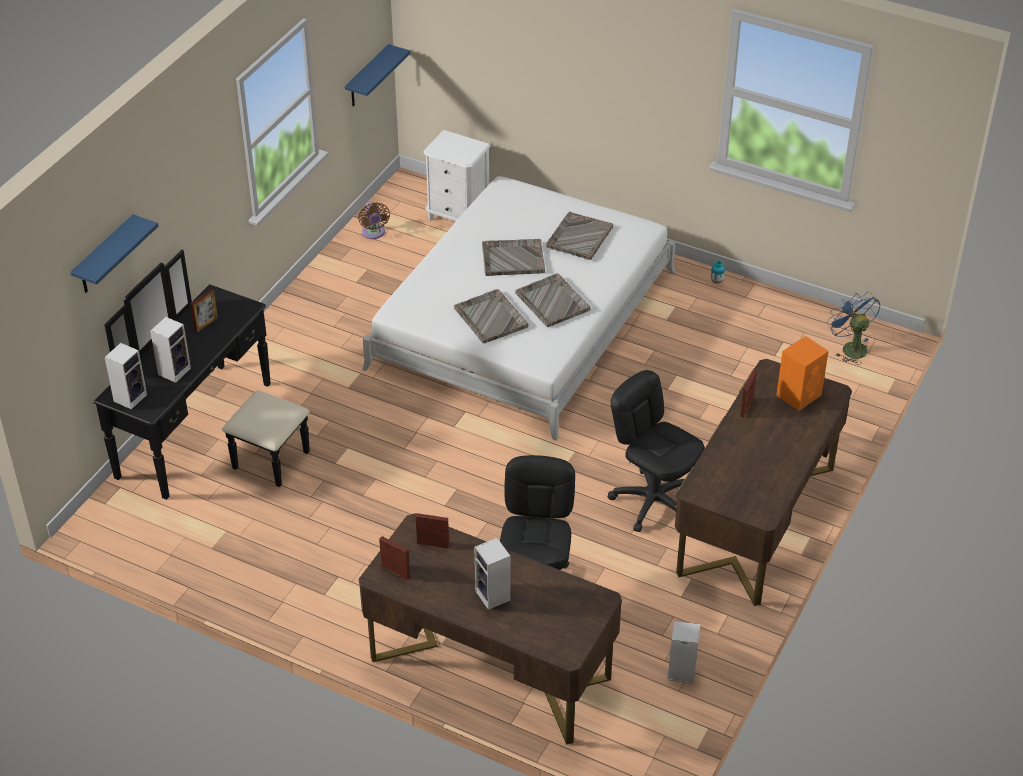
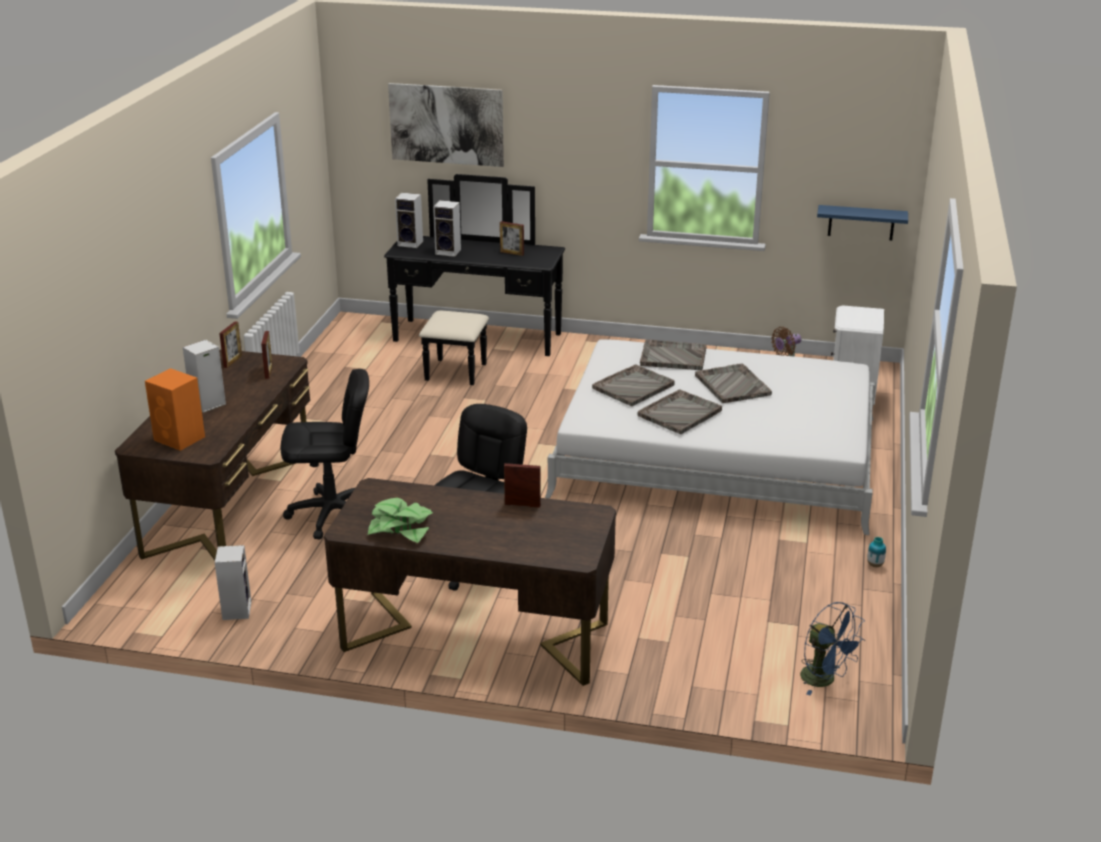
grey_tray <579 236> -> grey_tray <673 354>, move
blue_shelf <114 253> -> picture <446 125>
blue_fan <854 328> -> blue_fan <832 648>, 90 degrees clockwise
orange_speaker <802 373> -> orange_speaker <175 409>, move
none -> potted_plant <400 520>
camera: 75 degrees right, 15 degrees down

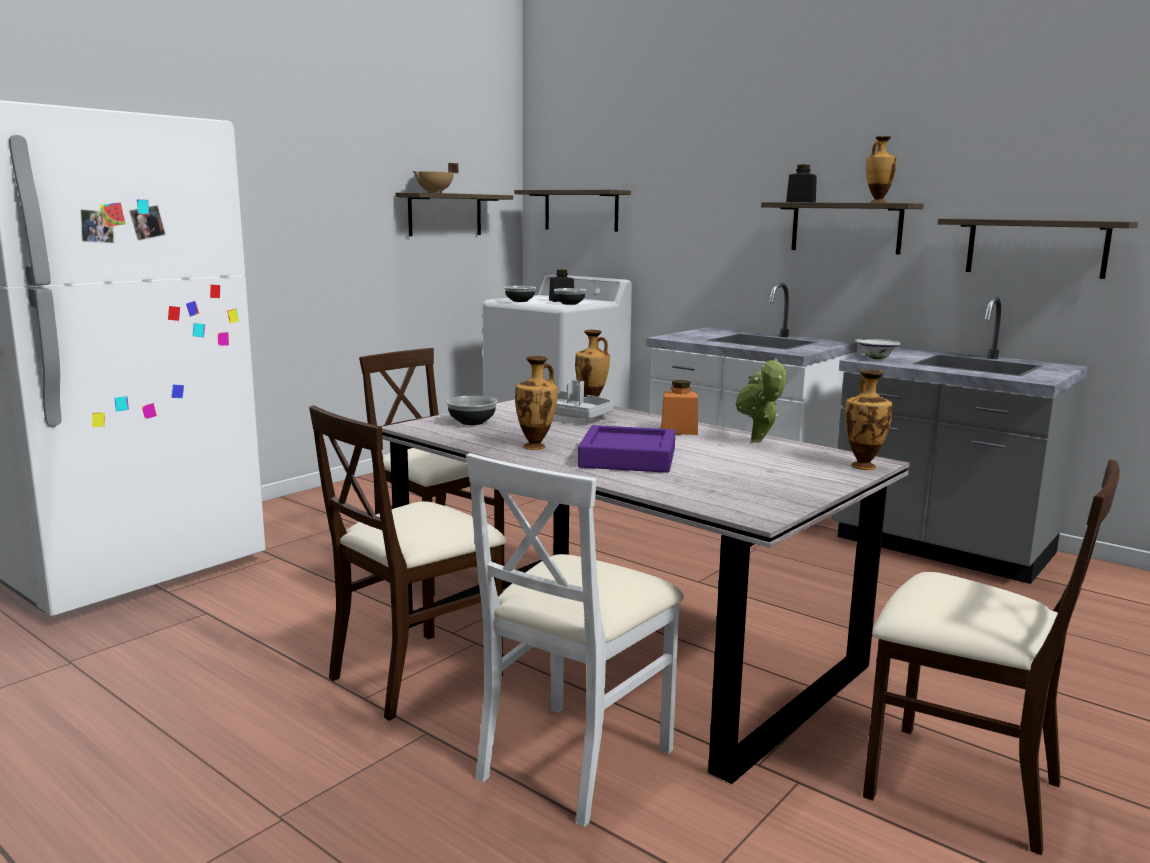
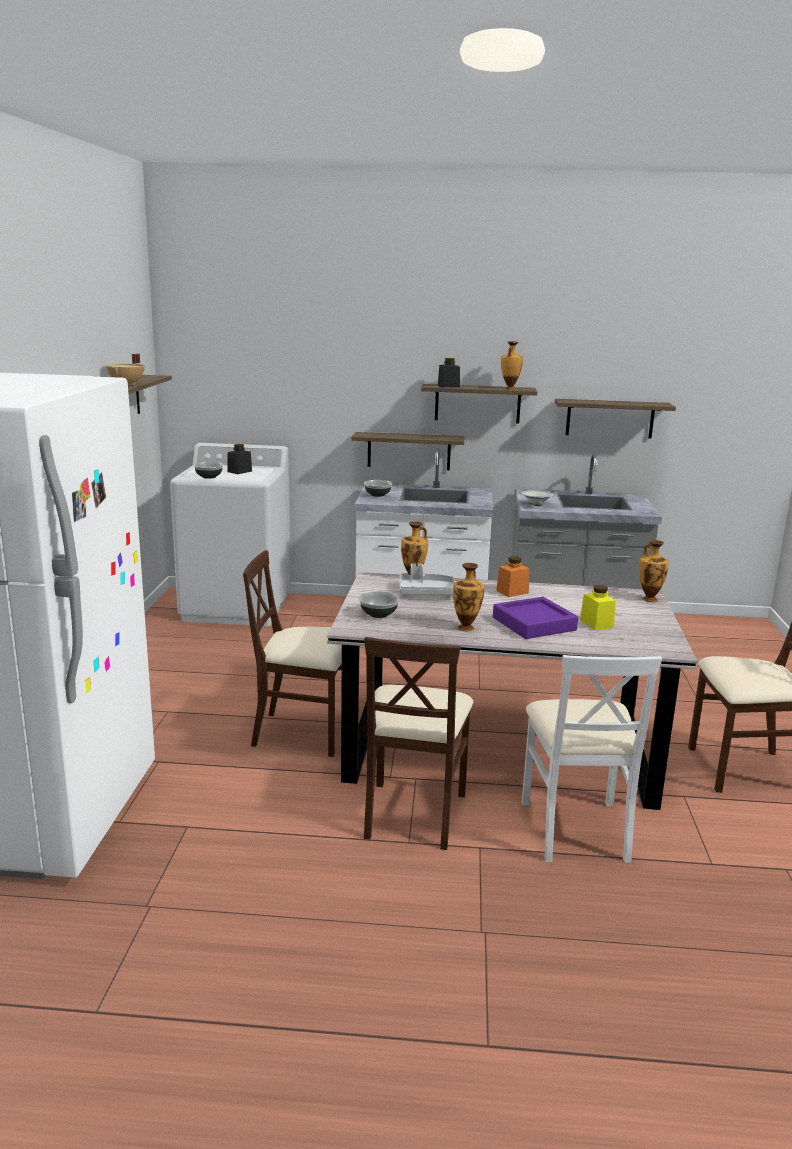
shelf <572 211> -> shelf <407 451>, move
bowl <570 296> -> bowl <378 488>, move
potted_plant <761 400> -> none
none -> yellow_jar <598 607>
camera: 35 degrees left, 5 degrees up

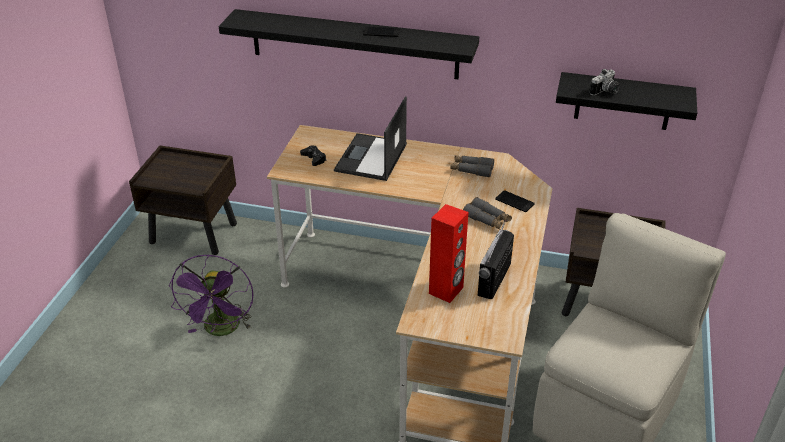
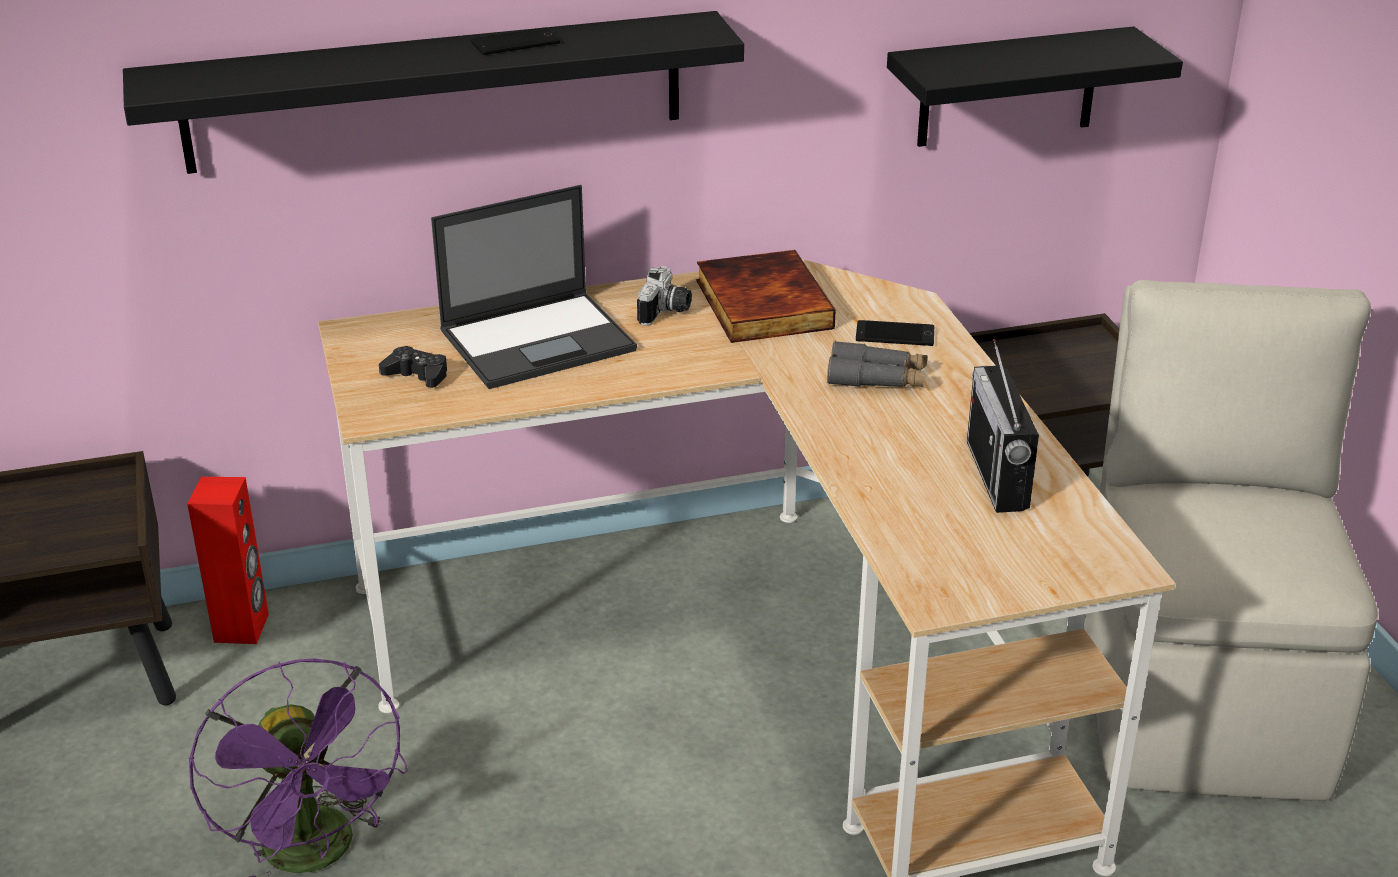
photo_camera <604 82> -> photo_camera <664 296>, move
laptop <370 138> -> laptop <534 287>, 105 degrees counterclockwise
grey_binoculars <472 166> -> book <766 296>
red_speaker <448 253> -> red_speaker <228 560>, move
camera: 30 degrees left, 5 degrees down

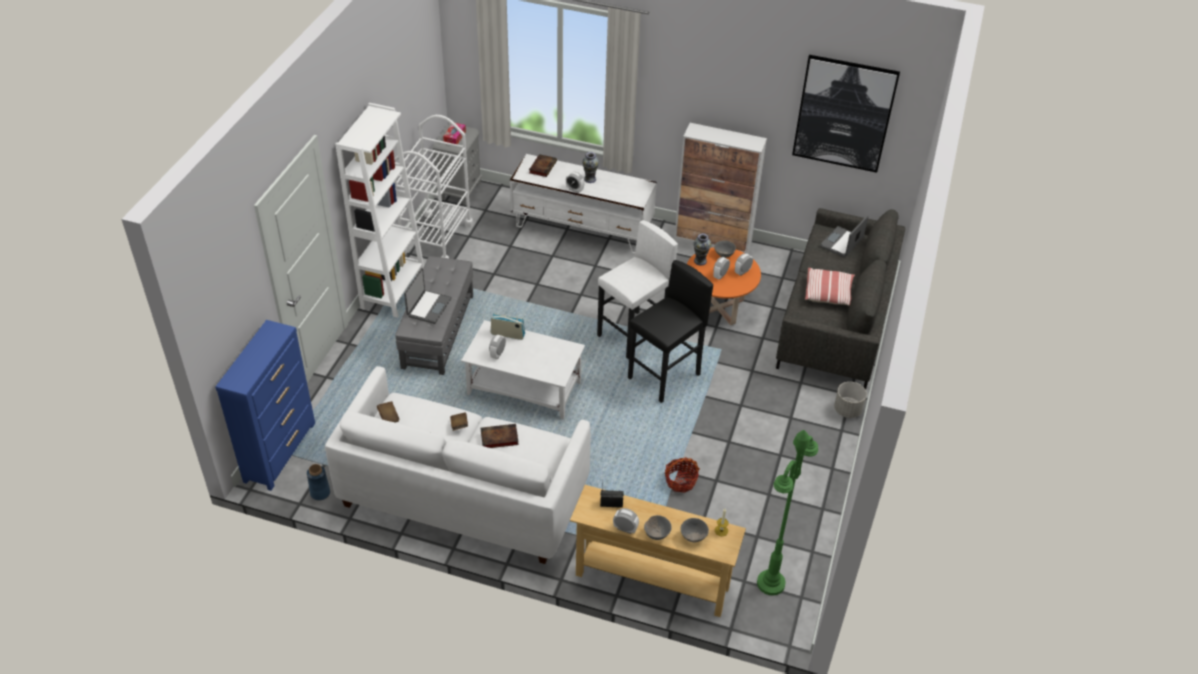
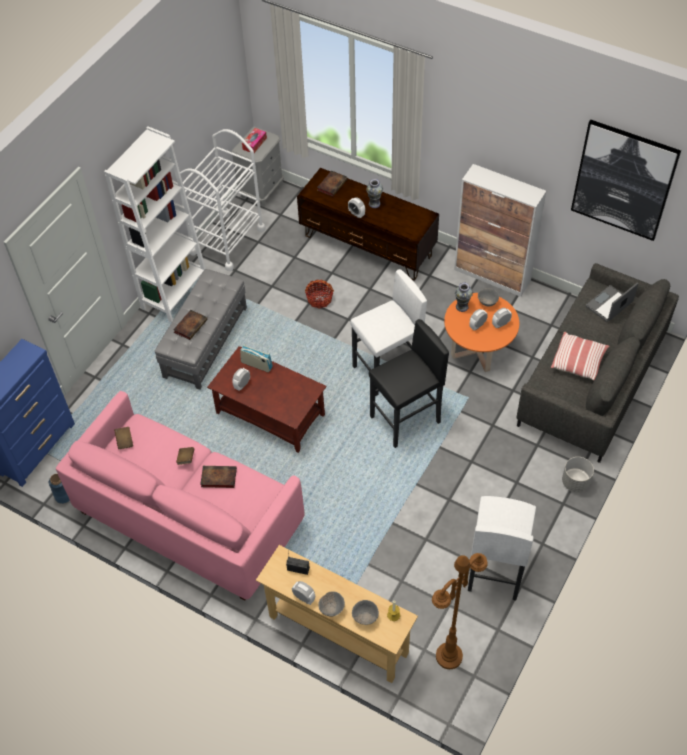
white_tv_stand <583 204> -> brown_tv_stand <368 224>
laptop <428 296> -> book <190 325>
white_coffee_table <523 370> -> brown_coffee_table <266 399>
white_sofa <458 465> -> pink_sofa <180 496>
green_floor_lamp <787 512> -> brown_floor_lamp <460 611>
basket <682 475> -> basket <319 293>, move
none -> white_stool <502 548>
camera: 15 degrees right, 10 degrees up

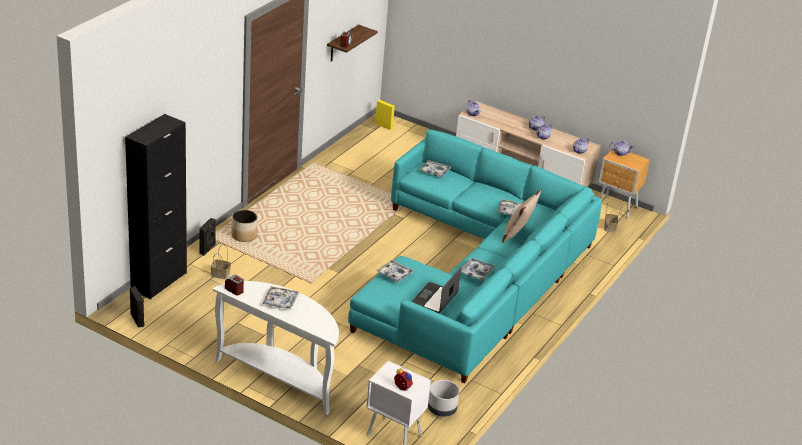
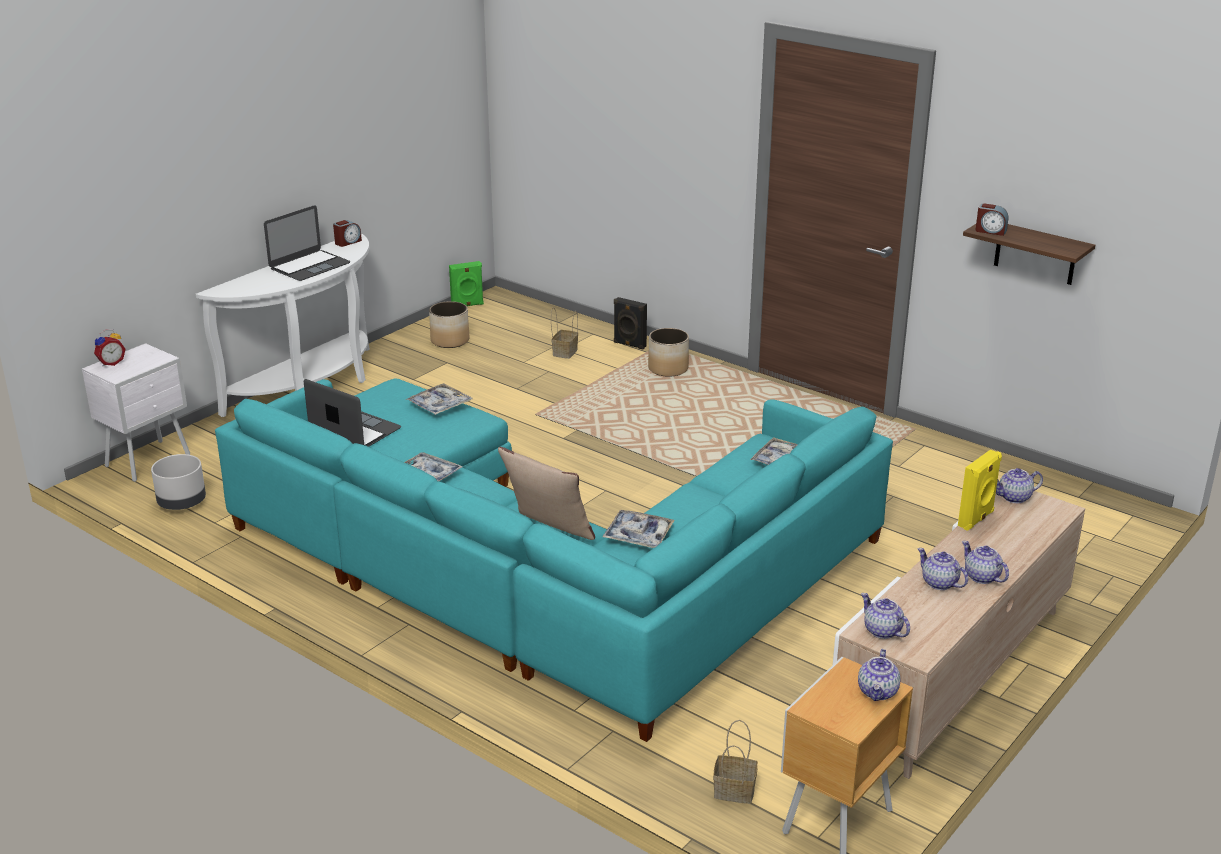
yellow_speaker <385 114> -> yellow_speaker <980 490>, move
black_cabinet <156 207> -> none
black_speaker <137 307> -> green_speaker <466 283>
tray <281 298> -> laptop <307 243>
none -> planter <449 324>
camera: 100 degrees right, 5 degrees down

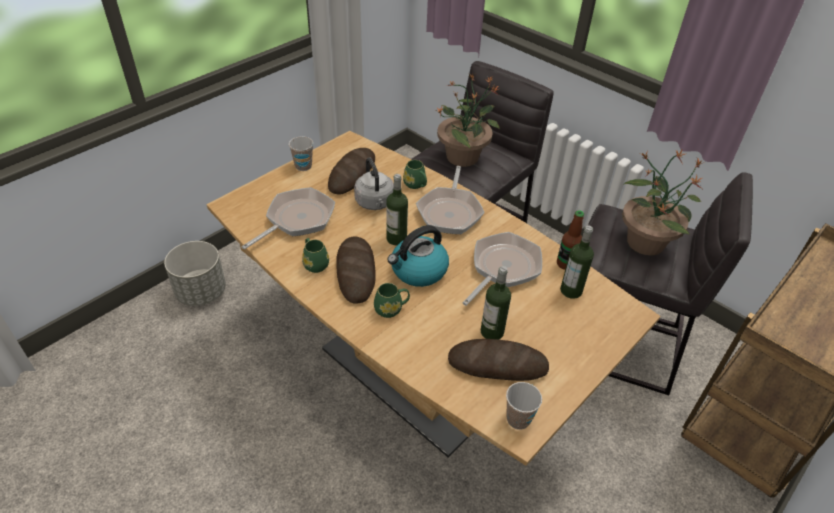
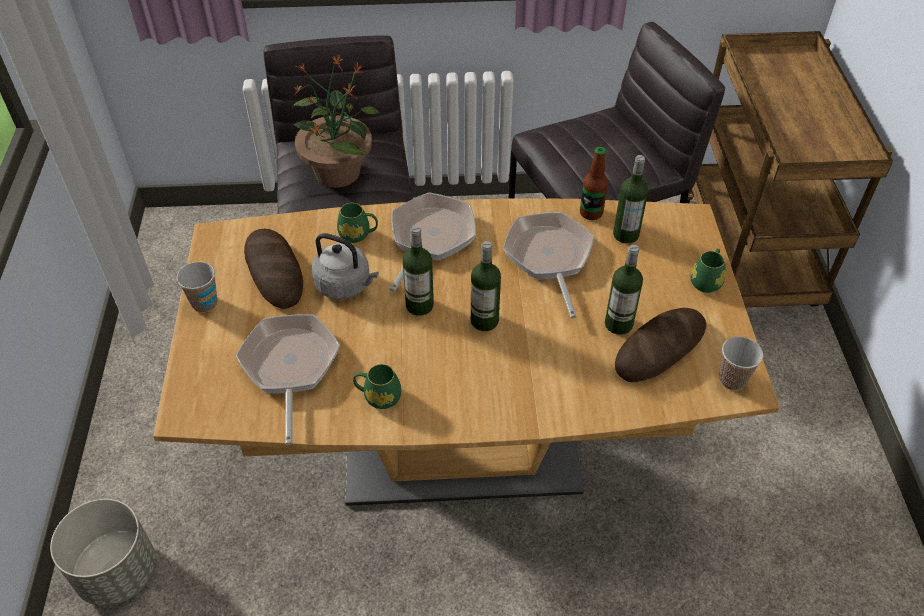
potted_plant <662 203> -> none
frying_pan <450 200> -> frying_pan <432 242>, 120 degrees counterclockwise
kettle <418 256> -> bottle <486 286>
bread <356 270> -> none
green_mug <392 300> -> green_mug <708 271>, move
camera: 45 degrees left, 5 degrees up

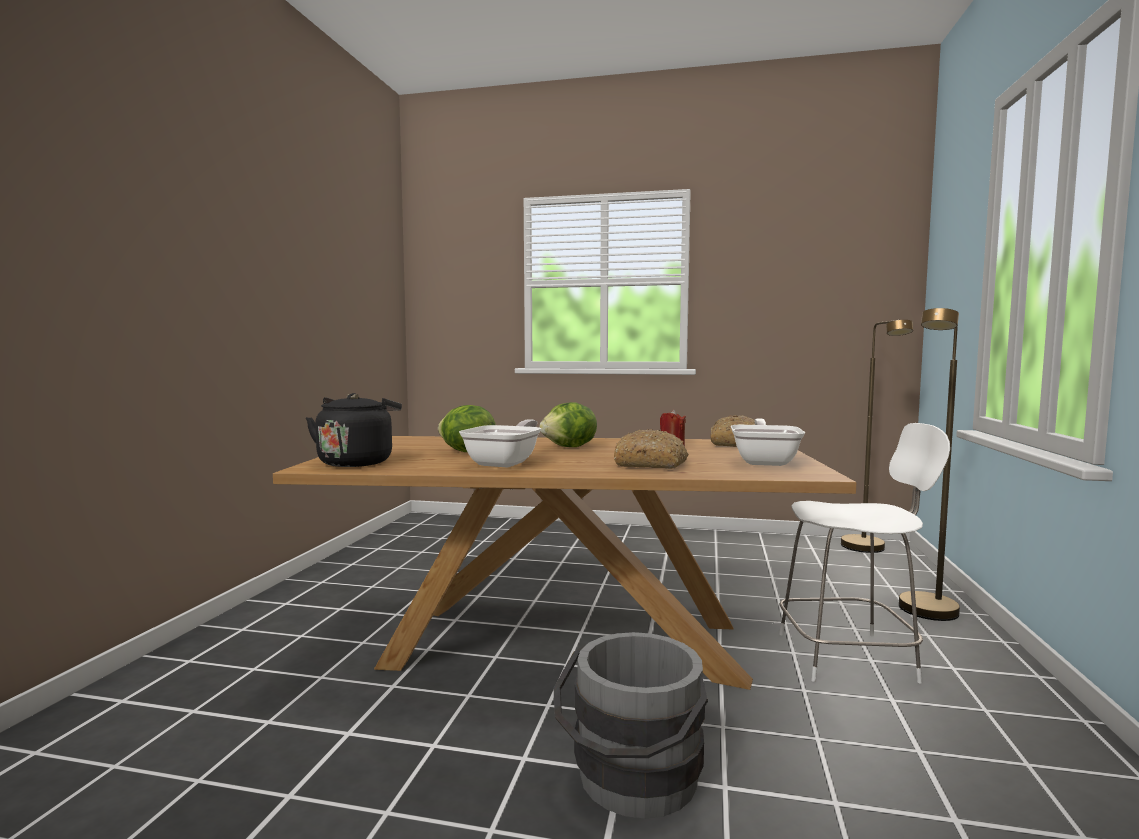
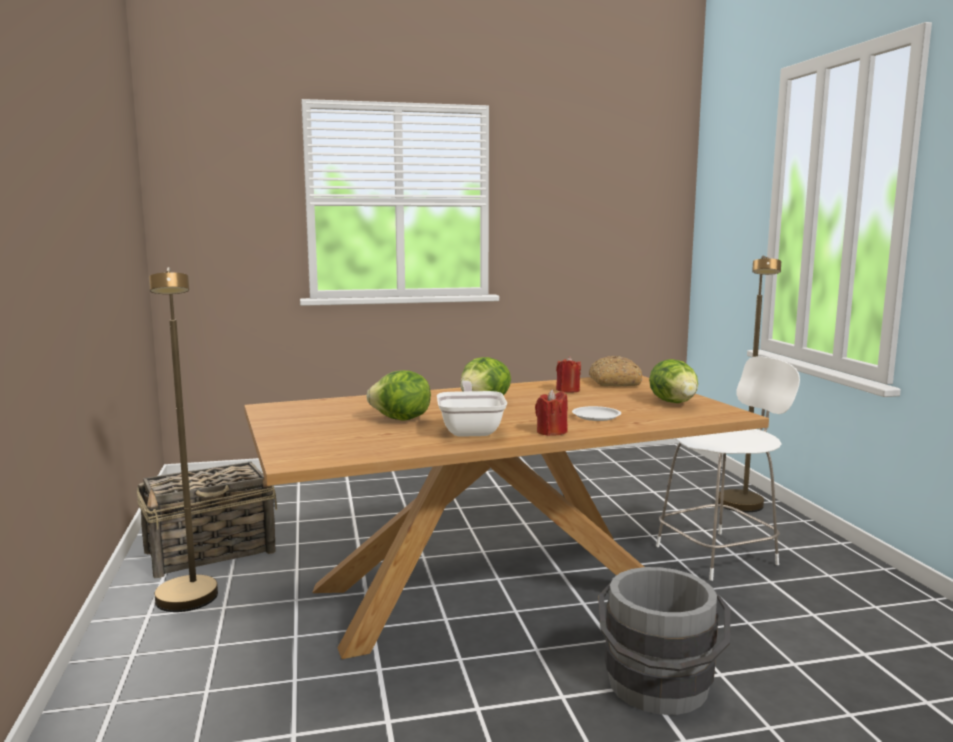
brown_floor_lamp <877 436> -> brown_floor_lamp <183 439>, move
black_kettle <354 430> -> none
frying_pan <768 442> -> lettuce <673 381>
bread <651 449> -> white_plate <596 413>
none -> red_candle <551 412>
none -> basket <207 520>
camera: 25 degrees left, 5 degrees up

